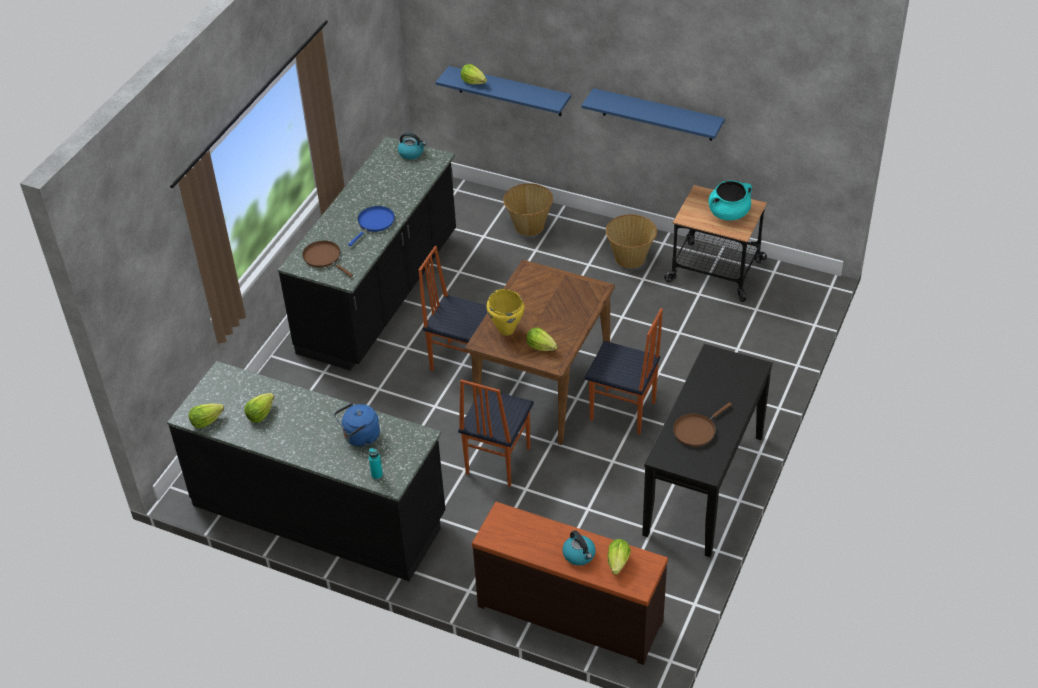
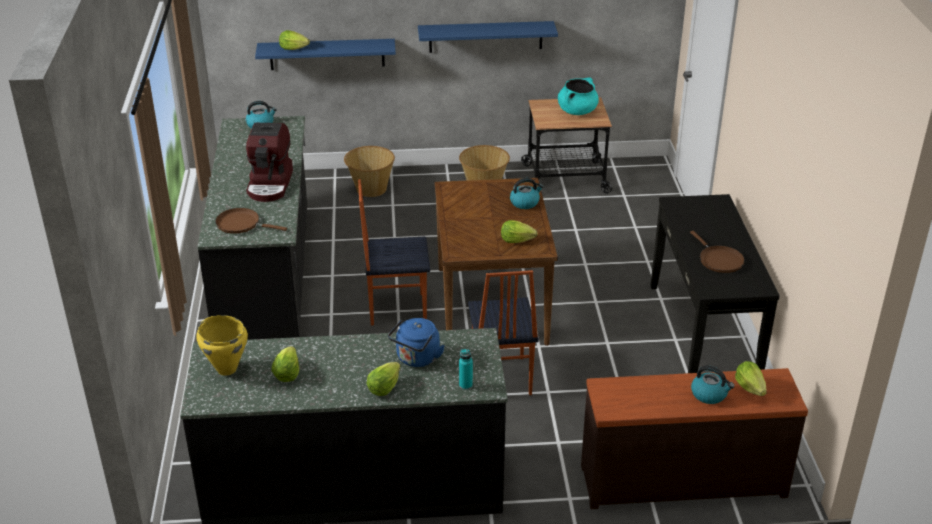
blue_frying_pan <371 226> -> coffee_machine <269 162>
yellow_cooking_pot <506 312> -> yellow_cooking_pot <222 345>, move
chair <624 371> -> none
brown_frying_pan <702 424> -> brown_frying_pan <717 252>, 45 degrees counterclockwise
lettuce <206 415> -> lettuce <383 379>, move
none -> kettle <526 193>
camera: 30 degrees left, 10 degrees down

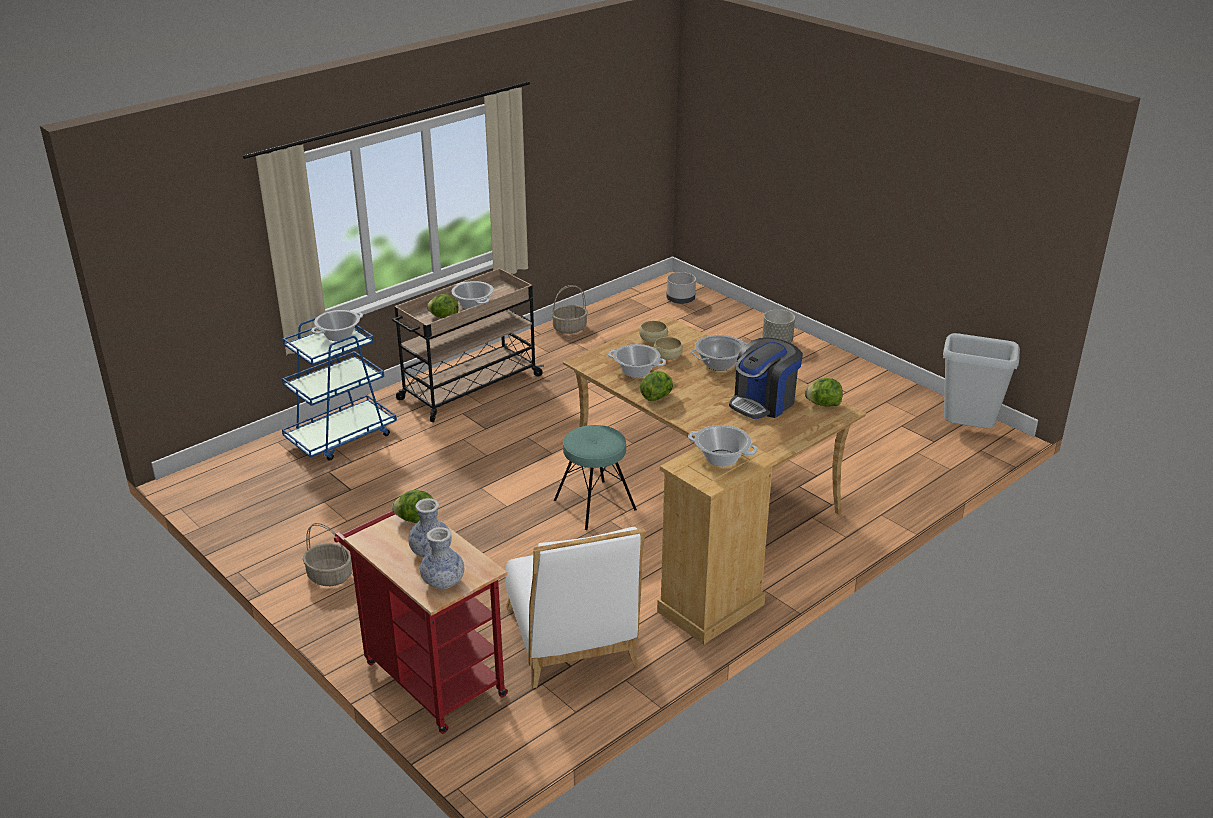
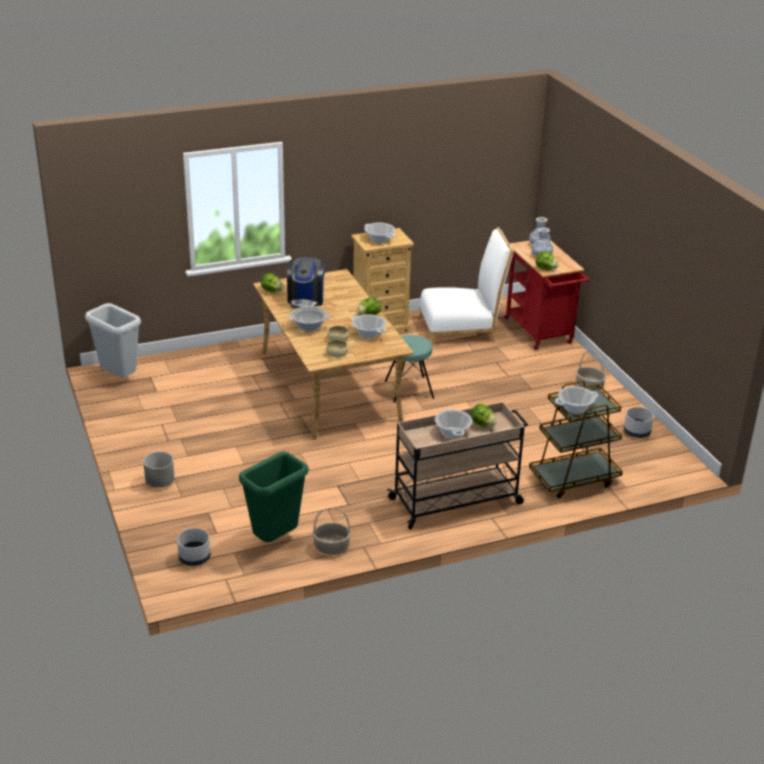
blue_cart <339 389> -> brown_cart <576 439>
coffee_machine <766 378> -> coffee_machine <306 282>, 120 degrees clockwise
white_chair <575 607> -> white_chair <466 286>, 75 degrees clockwise
none -> grey_planter <639 422>
none -> green_trash_can <273 497>
camera: 160 degrees left, 0 degrees up

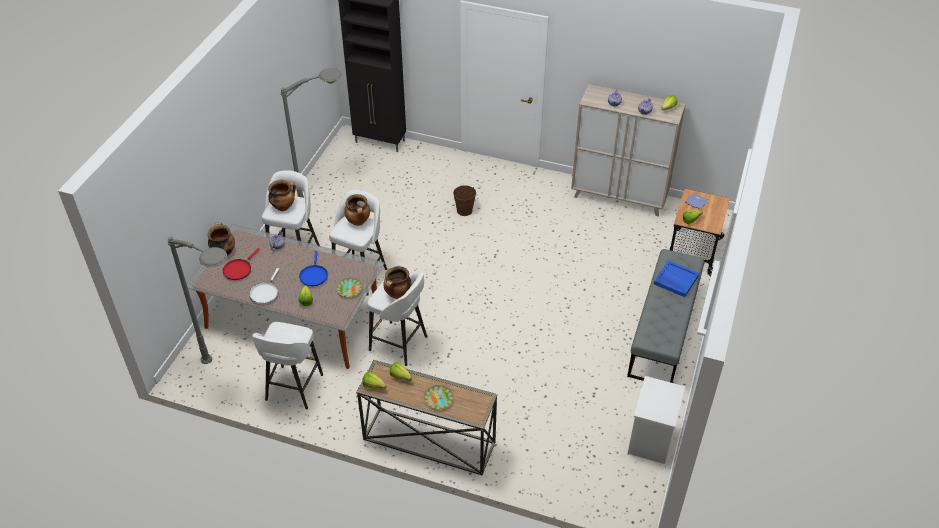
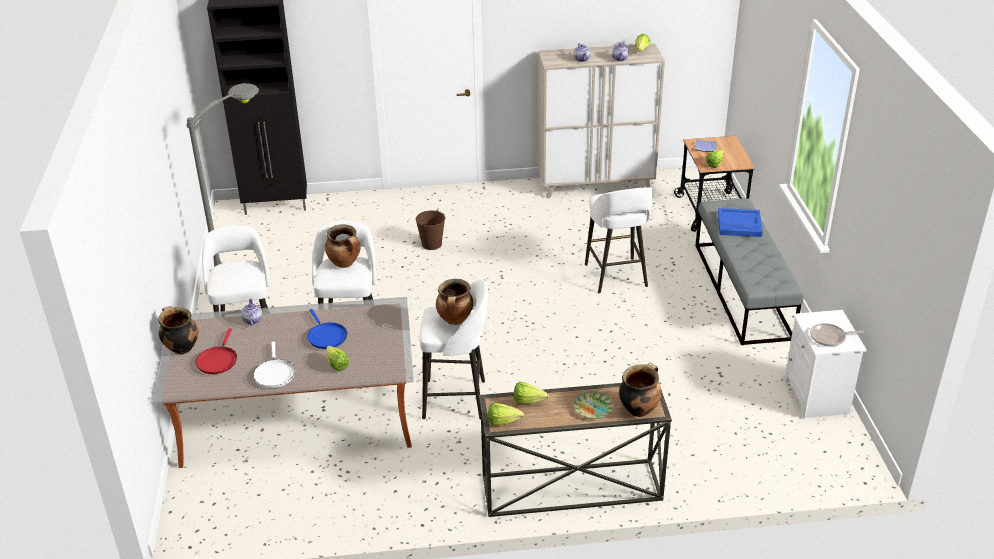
cooking_pot <282 195> -> cooking_pot <640 390>, move
grey_floor_lamp <197 300> -> none
plate <349 287> -> none
white_stool <287 365> -> white_stool <619 240>, move
none -> frying_pan <837 335>
camera: 25 degrees left, 10 degrees down

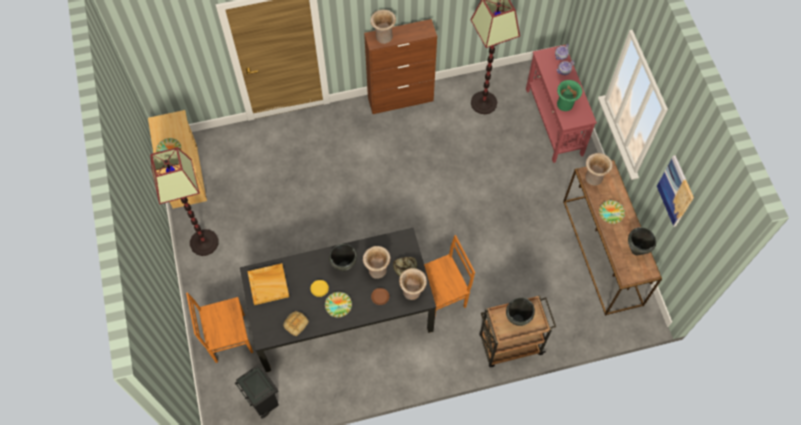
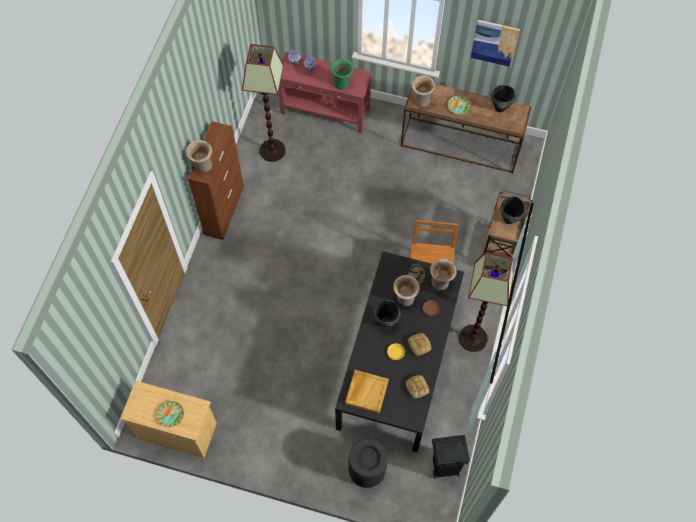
floor_lamp <184 201> -> floor_lamp <487 302>, move
brown_chair <219 327> -> black_trash_can <368 463>
plate <338 304> -> bread <419 344>
camera: 60 degrees left, 0 degrees up

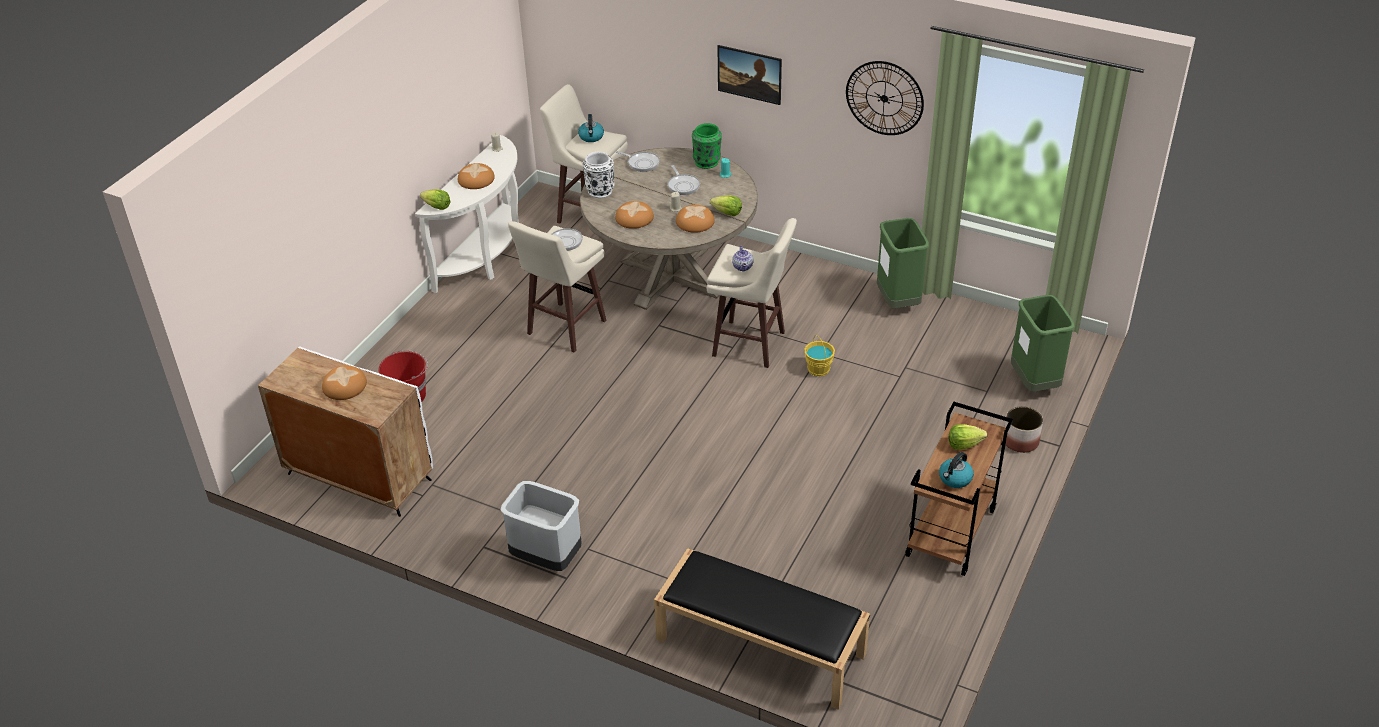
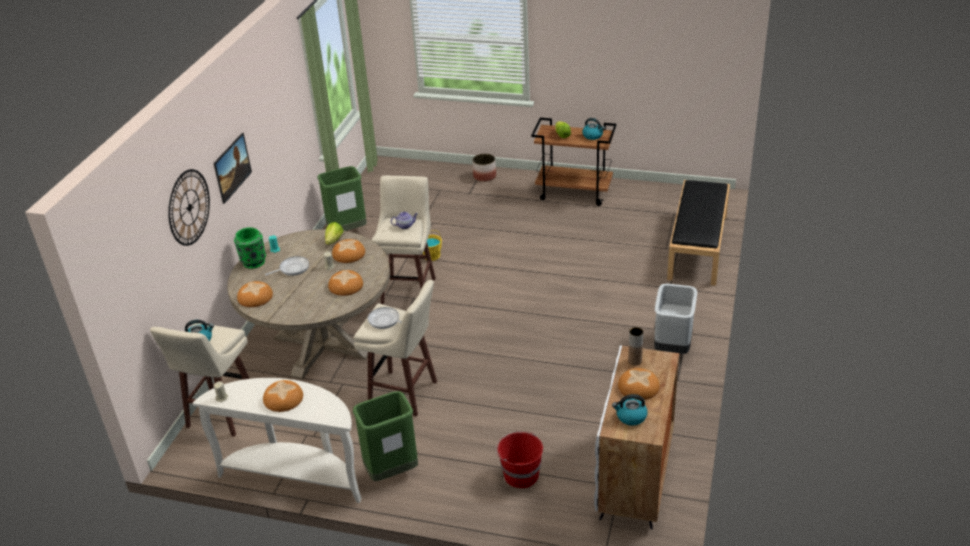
wall_clock <885 98> -> wall_clock <189 207>, move
frying_pan <637 161> -> bread <255 294>
white_vase <598 175> -> none
lettuce <435 199> -> none
green_trash_can <1043 343> -> green_trash_can <385 436>, move
none -> brown_vase <635 346>
none -> kettle <629 410>
camera: 100 degrees left, 5 degrees down

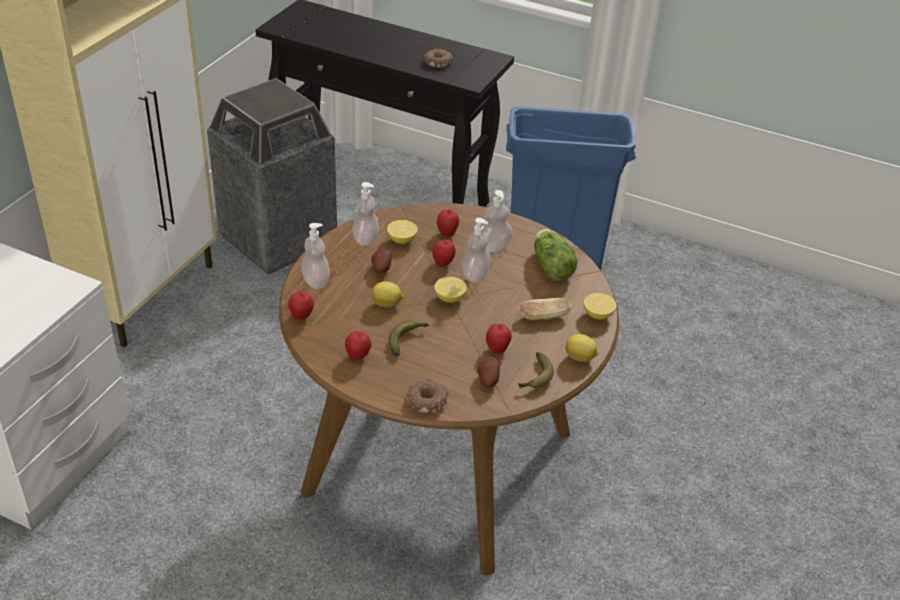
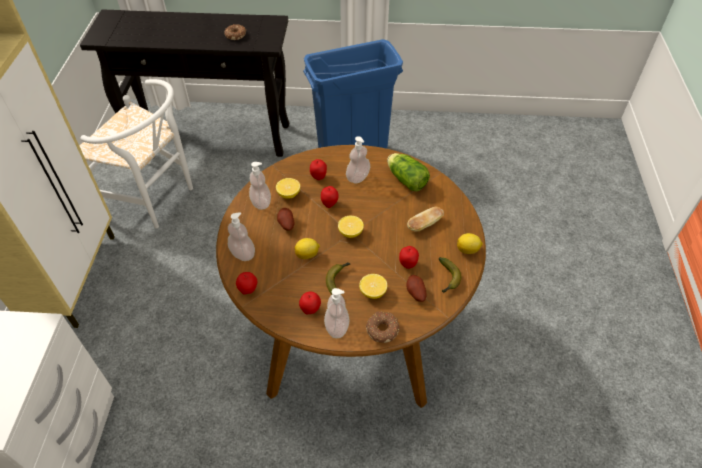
trash_can <272 176> -> white_chair <136 153>
soap_dispenser <476 250> -> soap_dispenser <336 313>, move
lemon <599 306> -> lemon <373 286>, move
camera: 20 degrees left, 10 degrees up

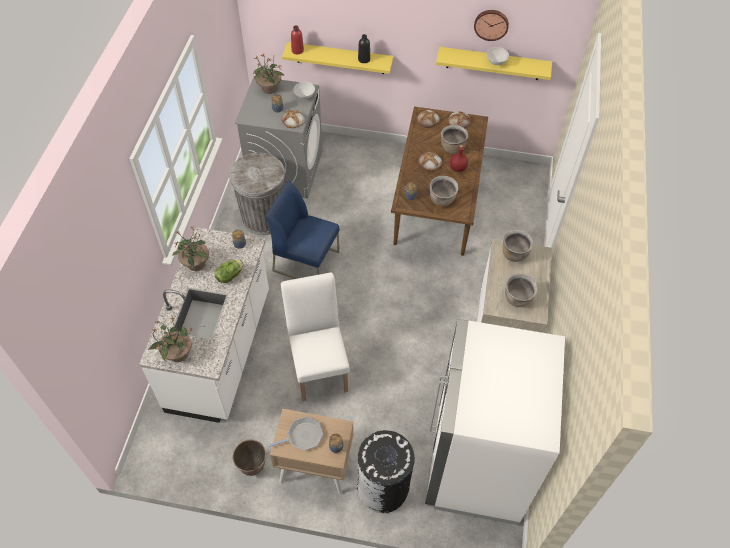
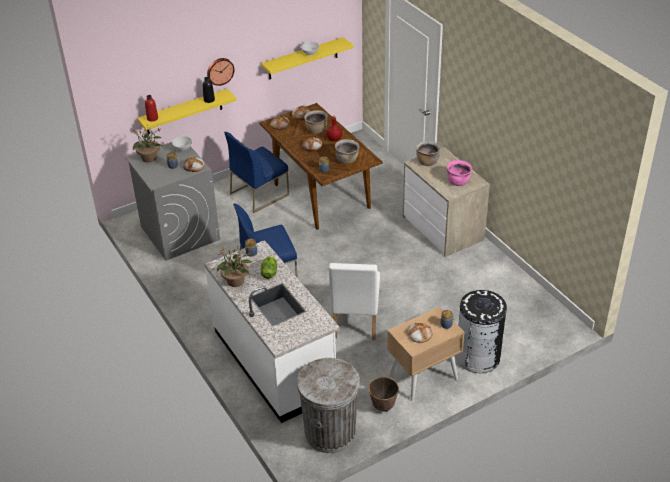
wall_clock <491 25> -> wall_clock <220 72>, move
grey_trash_can <257 194> -> grey_trash_can <328 405>, move
white_chair <315 336> -> white_chair <354 301>, 120 degrees counterclockwise
brown_cooking_pot <521 290> -> pink_cooking_pot <459 173>
potted_plant <170 339> -> none
white_fridge <495 422> -> none
frying_pan <296 433> -> bread <420 333>
none -> blue_chair <256 172>
camera: 40 degrees left, 15 degrees down

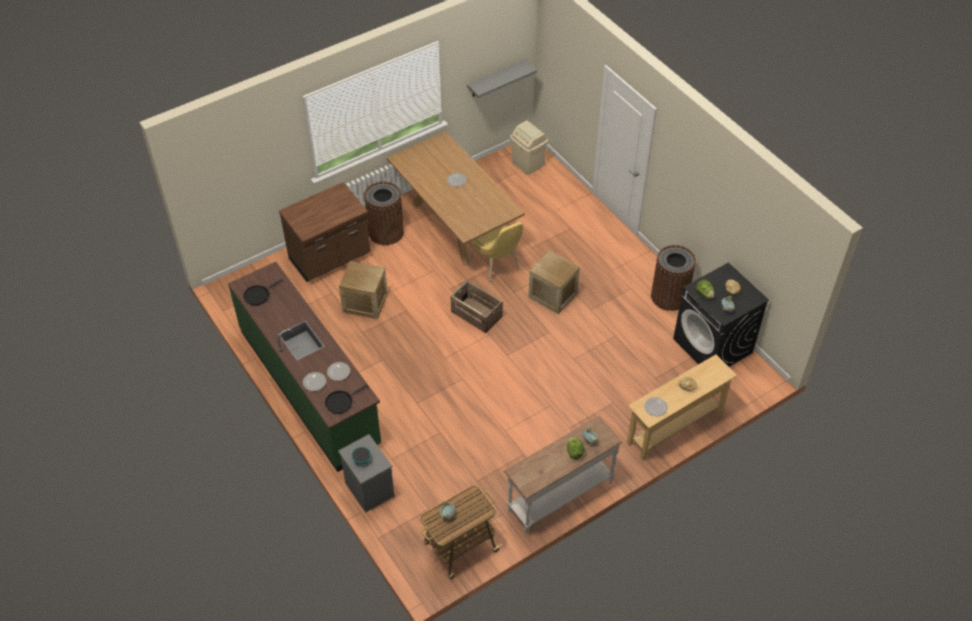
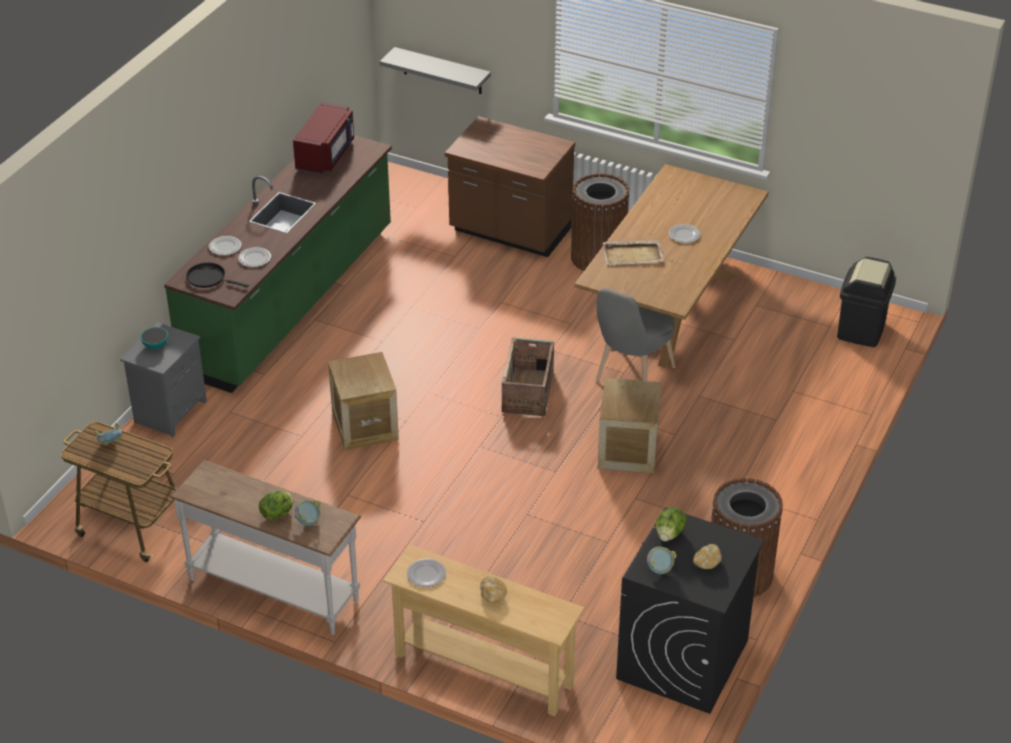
grey_shelf <502 78> -> grey_shelf <435 70>, move
beige_trash_can <529 148> -> black_trash_can <866 302>
yellow_chair <496 252> -> grey_chair <635 335>
crate <363 290> -> crate <363 401>, move
black_frying_pan <263 292> -> red_microwave <323 138>
none -> beige_tray <633 252>
camera: 60 degrees right, 10 degrees down

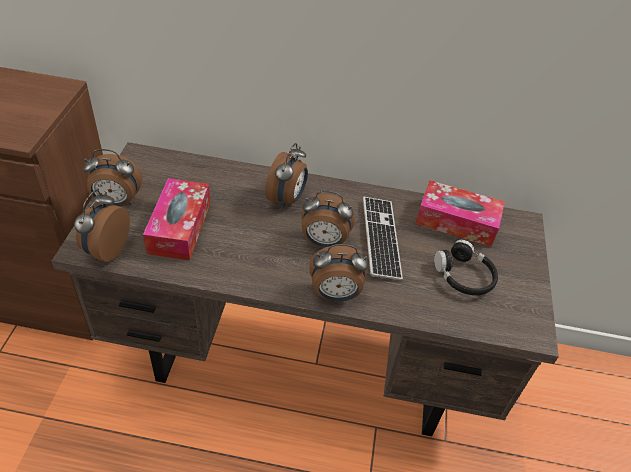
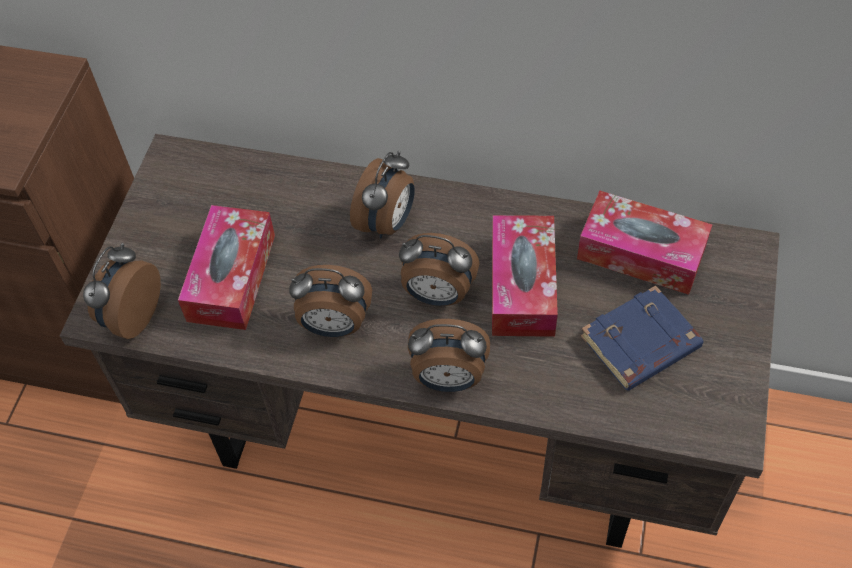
alarm_clock <113 178> -> alarm_clock <330 301>, move
keyboard <383 238> -> tissue_box <525 276>
black_headphones <466 267> -> blue_book <642 338>
camera: 10 degrees right, 10 degrees up

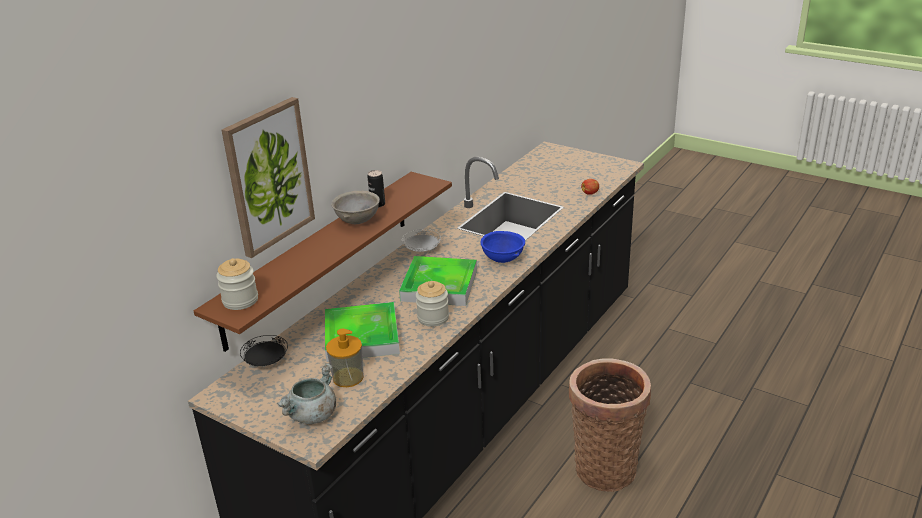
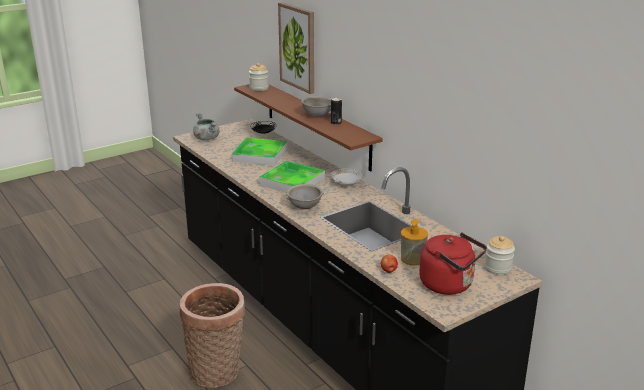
blue_bowl <503 247> -> grey_bowl <305 196>
jar <432 304> -> jar <500 255>, move
soap_dispenser <345 358> -> soap_dispenser <414 242>, move
none -> red_kettle <453 264>
camera: 110 degrees right, 5 degrees down

